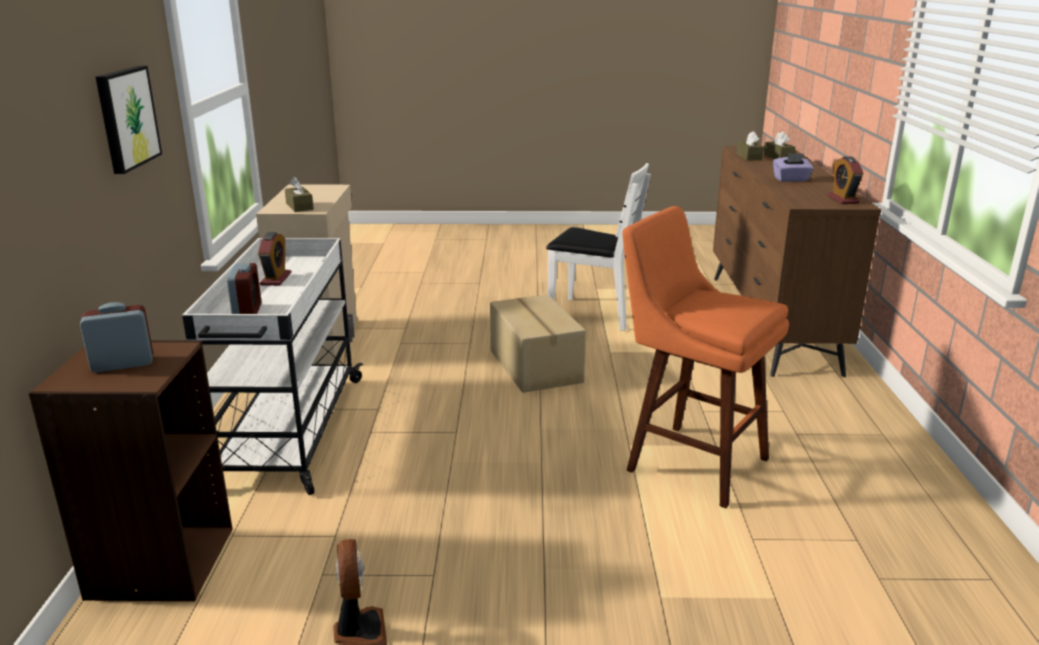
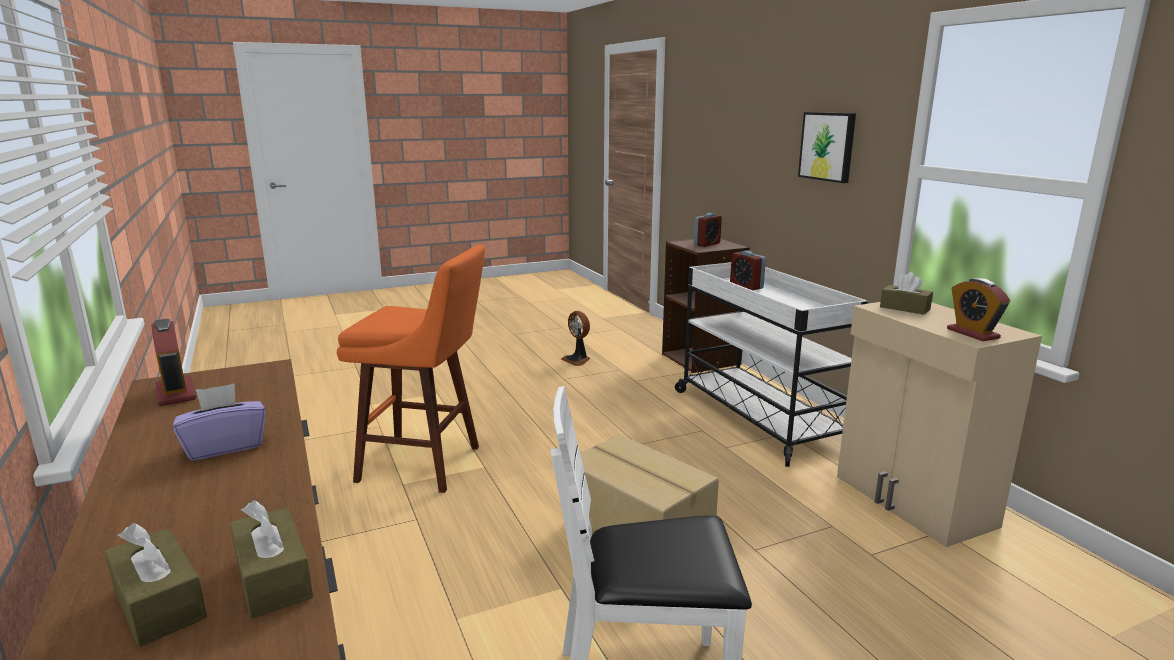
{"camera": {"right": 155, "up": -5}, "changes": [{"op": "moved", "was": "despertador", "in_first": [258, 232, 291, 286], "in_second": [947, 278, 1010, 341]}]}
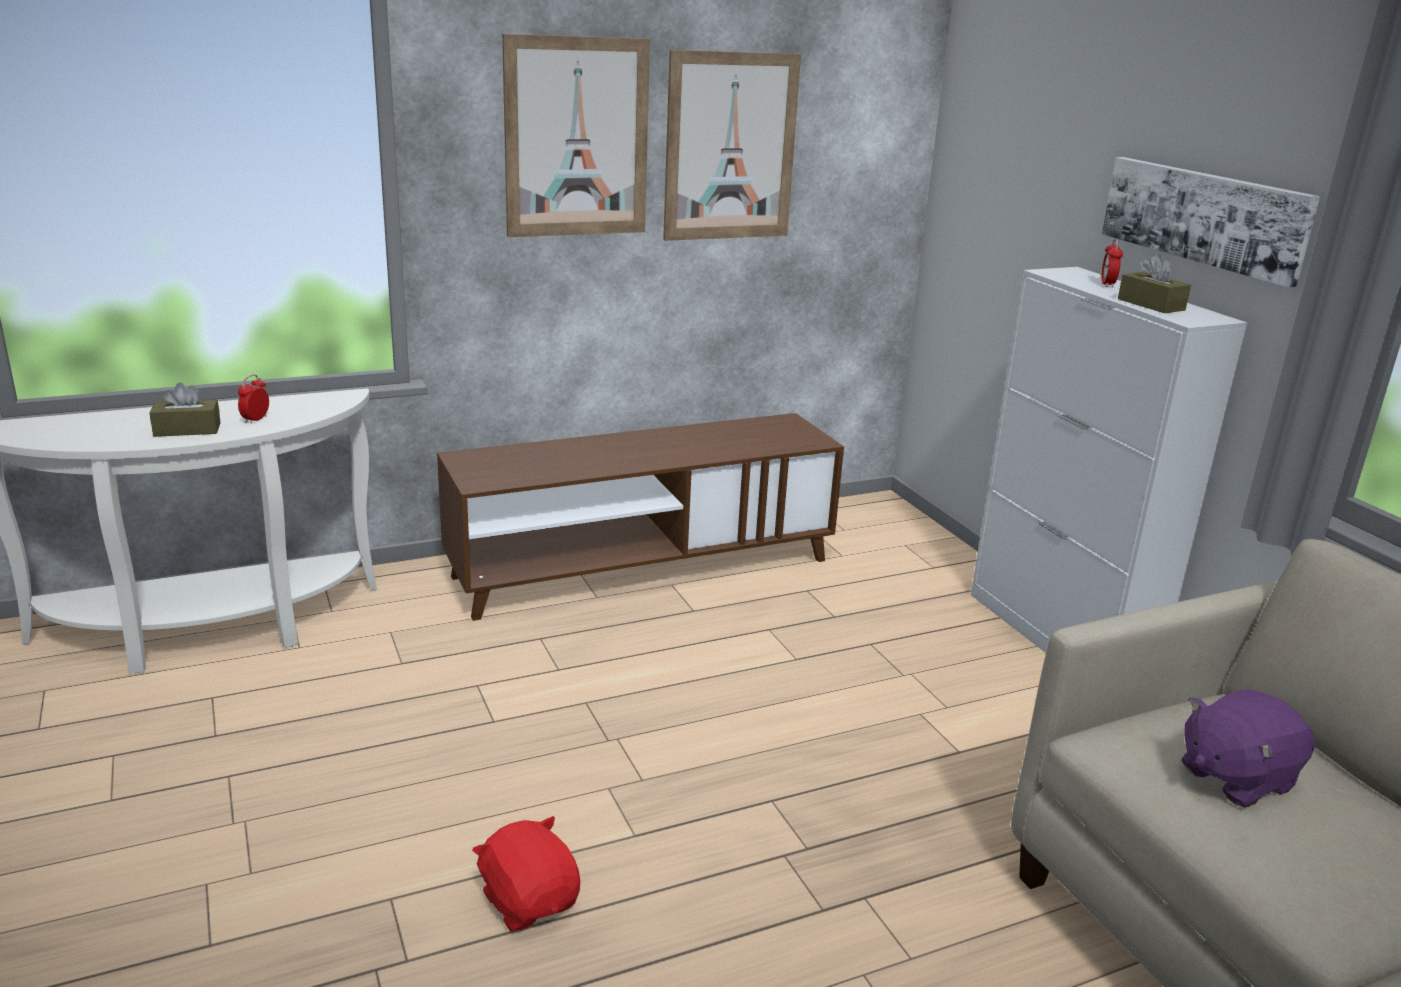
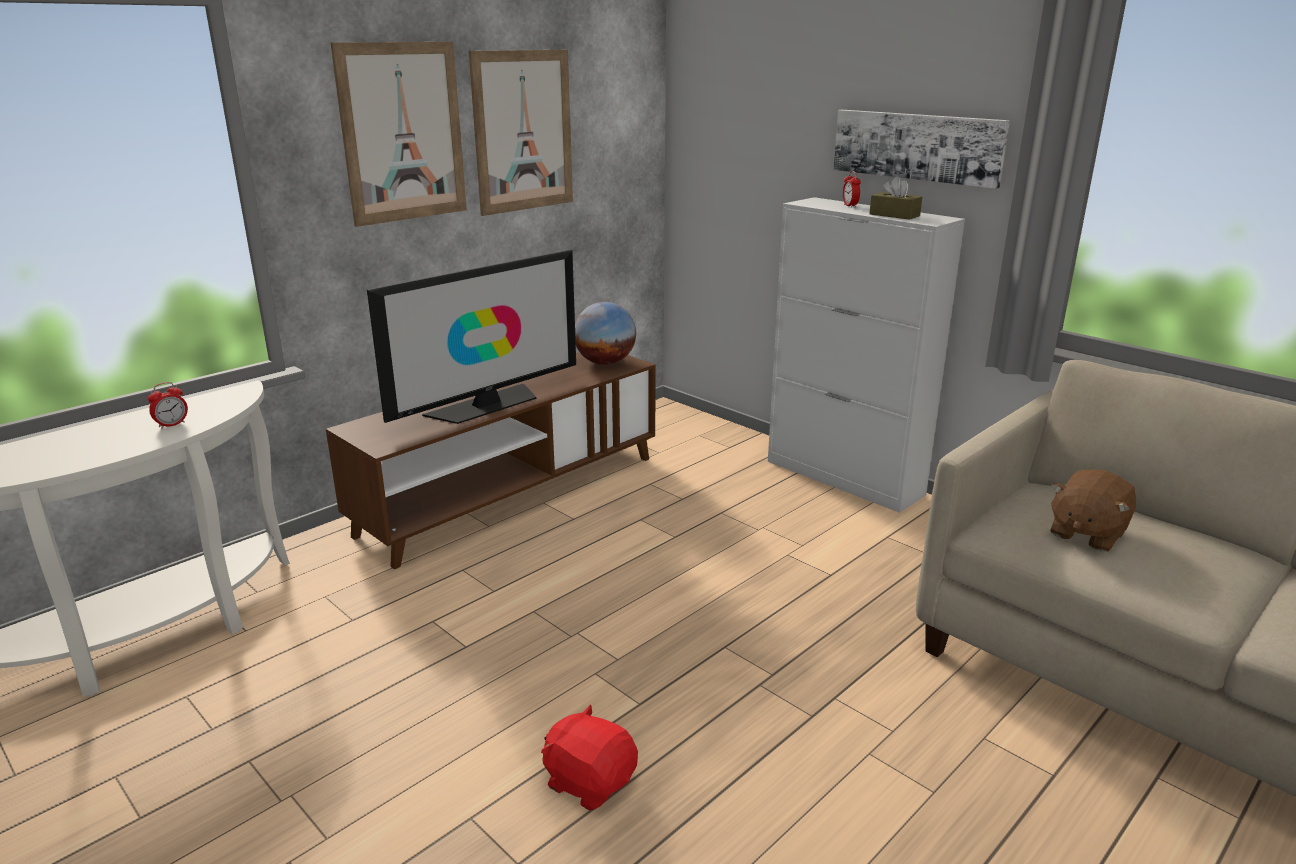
{"camera": {"right": -20, "up": 0}, "changes": [{"op": "turned", "was": "despertador", "in_first": [238, 374, 269, 424], "in_second": [148, 382, 188, 429], "clockwise": -135}, {"op": "added", "now": "televisor", "in_second": [367, 250, 576, 424]}, {"op": "added", "now": "globo terráqueo", "in_second": [575, 302, 636, 365]}, {"op": "recoloured", "was": "peluche (morado)", "now": "peluche (marrón)", "in_first": [1181, 689, 1315, 808], "in_second": [1050, 469, 1136, 552]}, {"op": "removed", "was": "caja de pañuelos (marrón)", "in_first": [149, 382, 221, 437]}]}
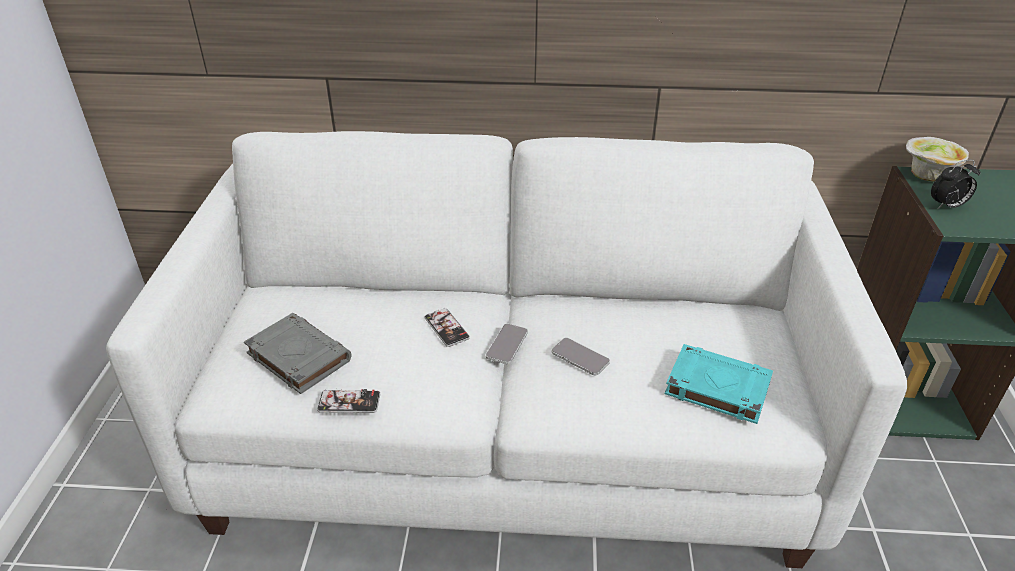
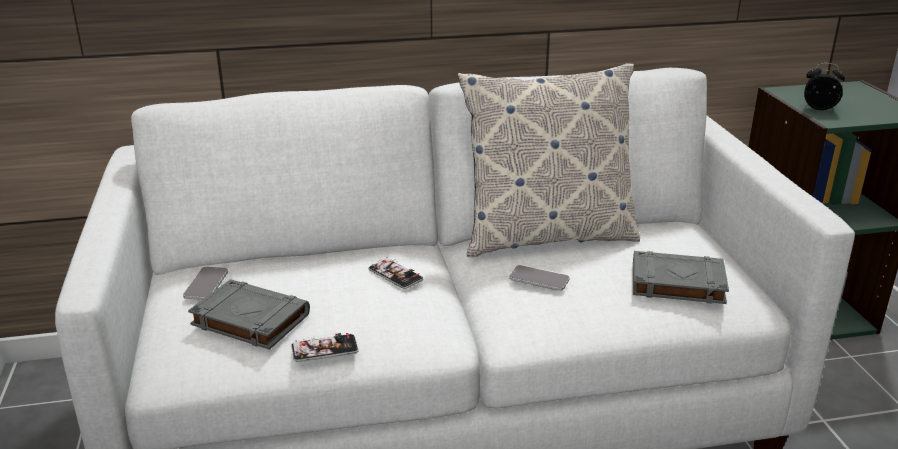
{"camera": {"right": -15, "up": -10}, "changes": [{"op": "moved", "was": "móvil", "in_first": [486, 324, 528, 364], "in_second": [183, 267, 228, 300]}, {"op": "added", "now": "cojín", "in_second": [457, 63, 640, 257]}, {"op": "recoloured", "was": "libro (turquesa)", "now": "libro (gris)", "in_first": [665, 344, 773, 424], "in_second": [633, 251, 729, 304]}, {"op": "turned", "was": "despertador", "in_first": [931, 160, 980, 209], "in_second": [804, 63, 845, 110], "clockwise": -135}, {"op": "removed", "was": "cuenco", "in_first": [906, 137, 969, 181]}]}
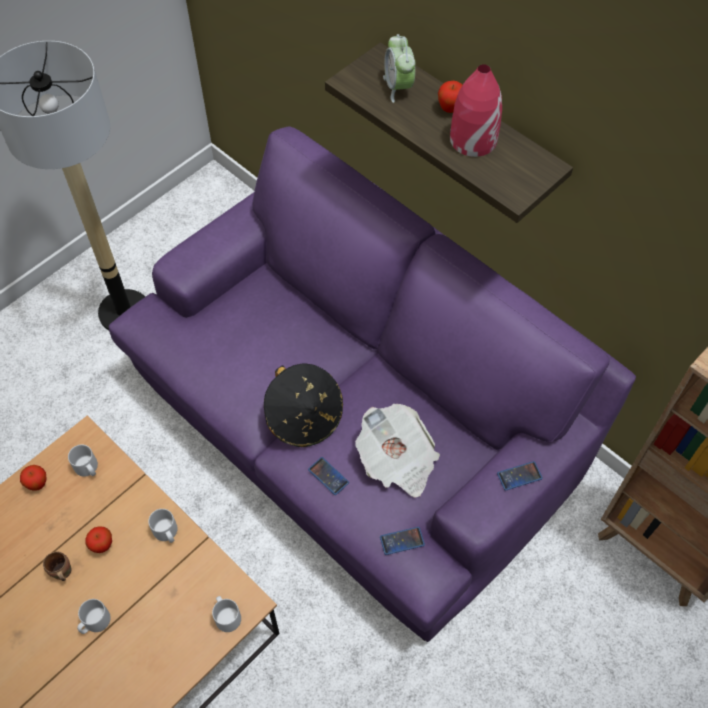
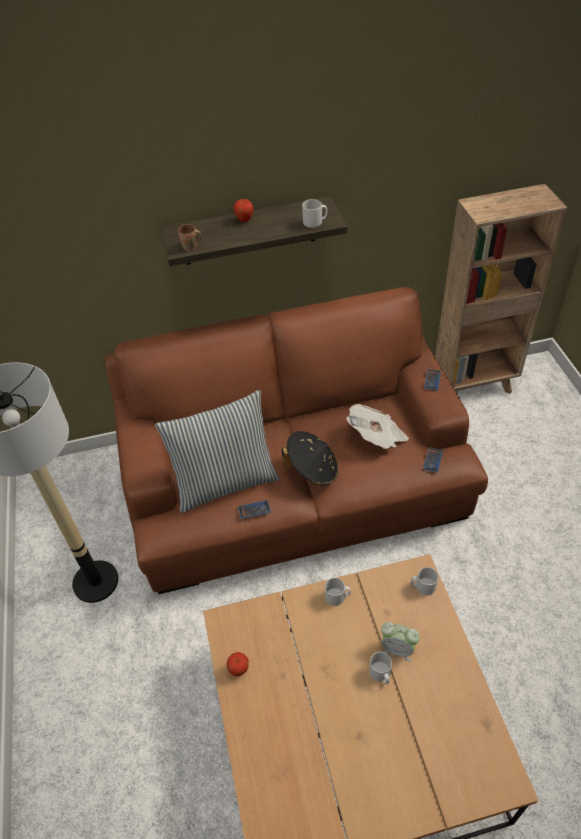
{"camera": {"right": -55, "up": -10}, "changes": [{"op": "recoloured", "was": "sofá (morado)", "now": "sofá (marrón)", "in_first": [109, 126, 636, 642], "in_second": [105, 287, 488, 594]}, {"op": "added", "now": "cojín", "in_second": [155, 390, 280, 513]}, {"op": "moved", "was": "taza grande (marrón)", "in_first": [43, 551, 72, 581], "in_second": [178, 224, 202, 251]}, {"op": "moved", "was": "móvil", "in_first": [308, 457, 349, 495], "in_second": [238, 500, 271, 519]}, {"op": "moved", "was": "taza grande (gris)", "in_first": [68, 445, 98, 477], "in_second": [302, 199, 327, 228]}, {"op": "moved", "was": "despertador", "in_first": [383, 34, 416, 103], "in_second": [381, 622, 420, 662]}, {"op": "removed", "was": "manzana", "in_first": [85, 526, 112, 553]}, {"op": "removed", "was": "florero (rojo)", "in_first": [450, 64, 502, 157]}]}
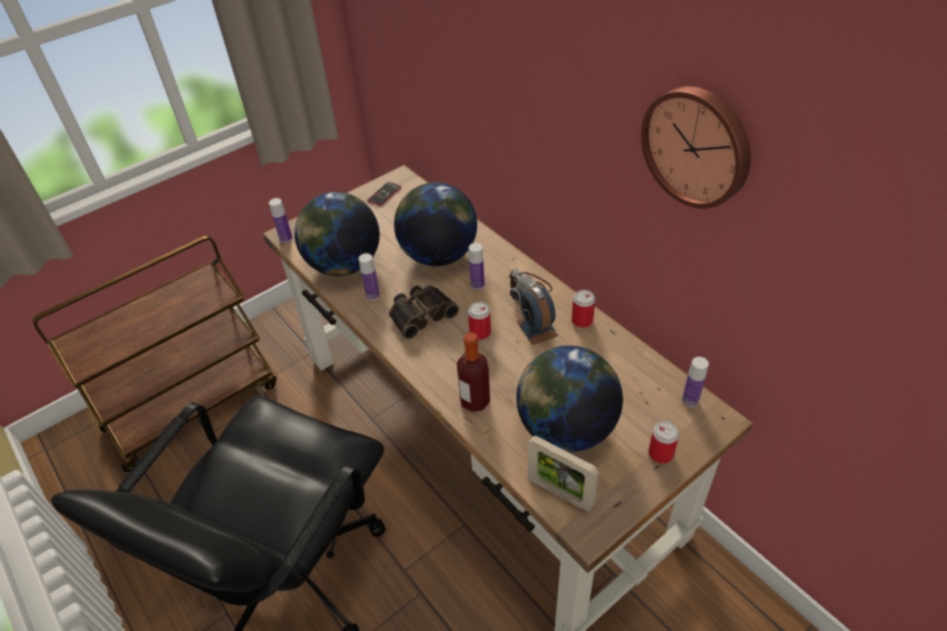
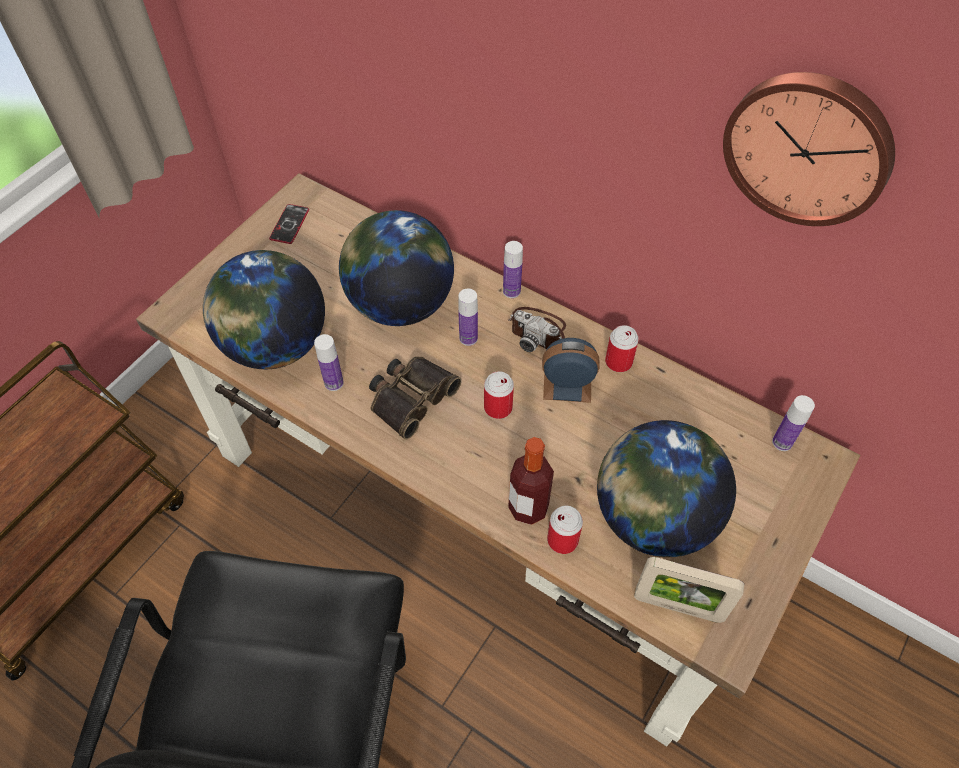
{"camera": {"right": -20, "up": 10}, "changes": [{"op": "moved", "was": "botella", "in_first": [269, 198, 292, 243], "in_second": [503, 241, 523, 298]}, {"op": "turned", "was": "despertador", "in_first": [517, 287, 558, 345], "in_second": [542, 338, 599, 403], "clockwise": 135}, {"op": "moved", "was": "lata", "in_first": [648, 421, 679, 463], "in_second": [547, 506, 583, 554]}]}
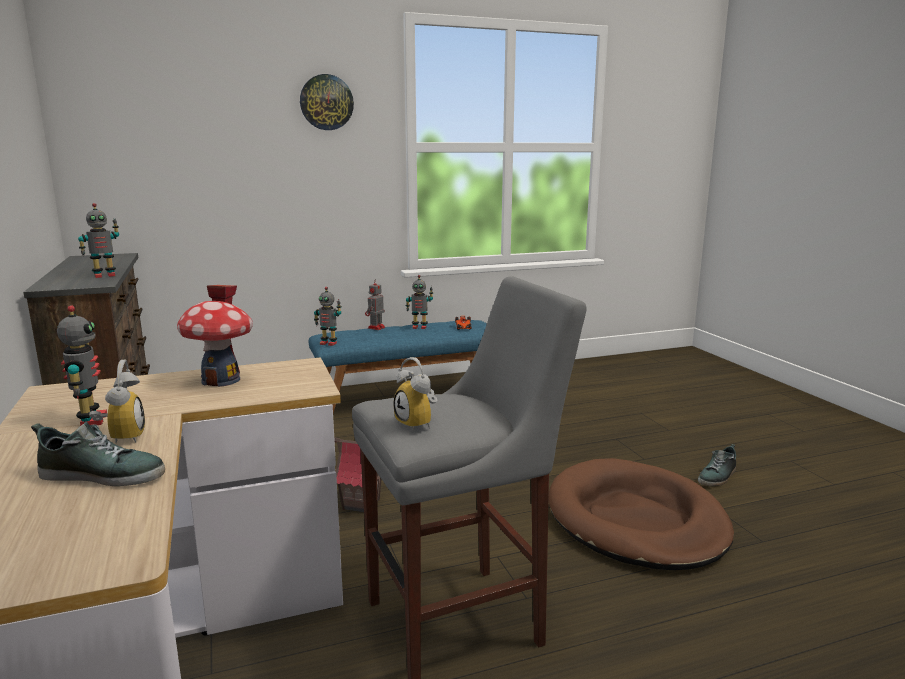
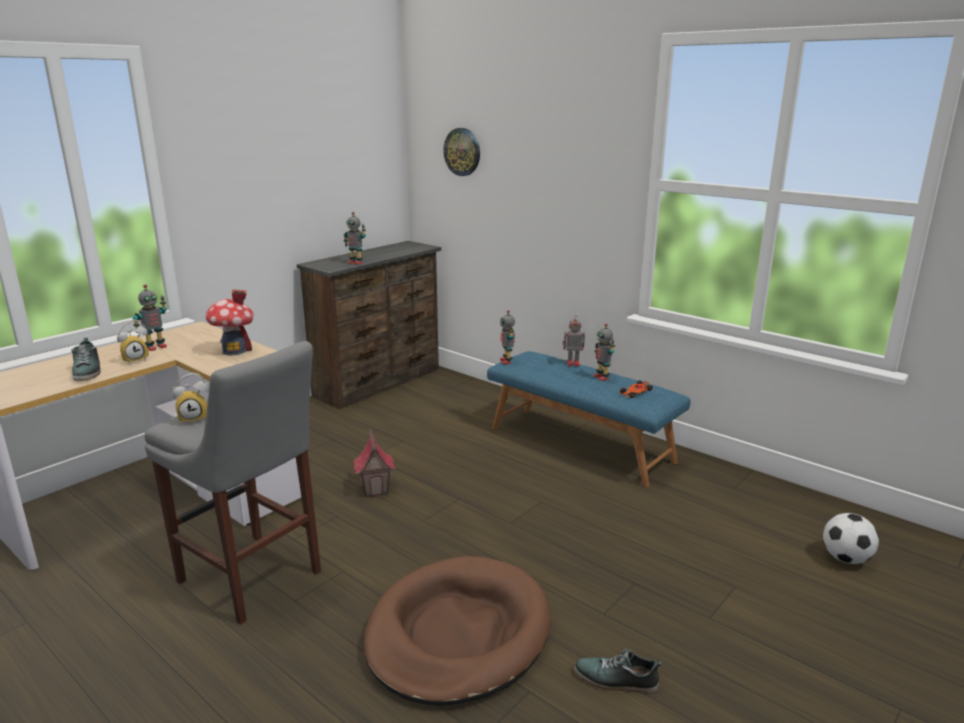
{"camera": {"right": 60, "up": 5}, "changes": [{"op": "turned", "was": "despertador", "in_first": [394, 357, 437, 432], "in_second": [172, 373, 209, 424], "clockwise": -135}, {"op": "moved", "was": "reloj de pared", "in_first": [300, 74, 354, 130], "in_second": [443, 128, 480, 176]}, {"op": "added", "now": "balón de fútbol", "in_second": [823, 513, 879, 564]}]}
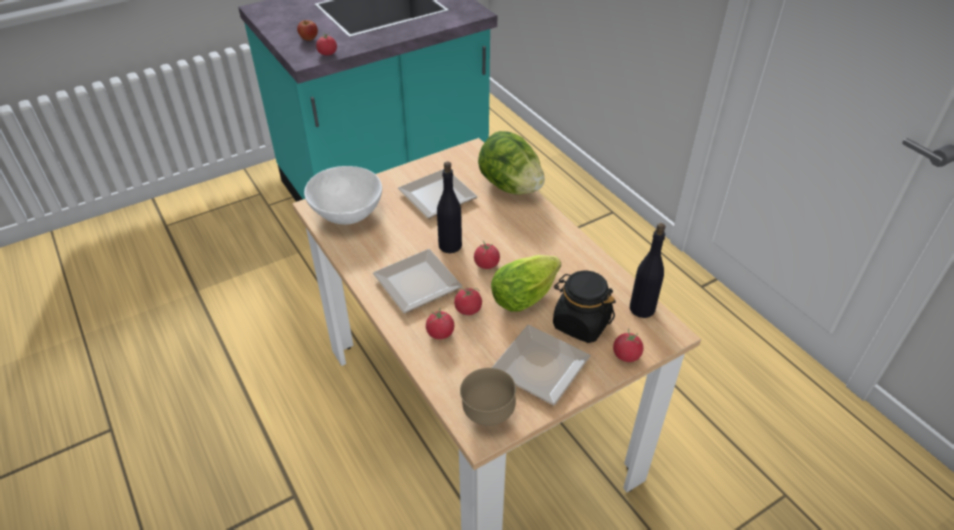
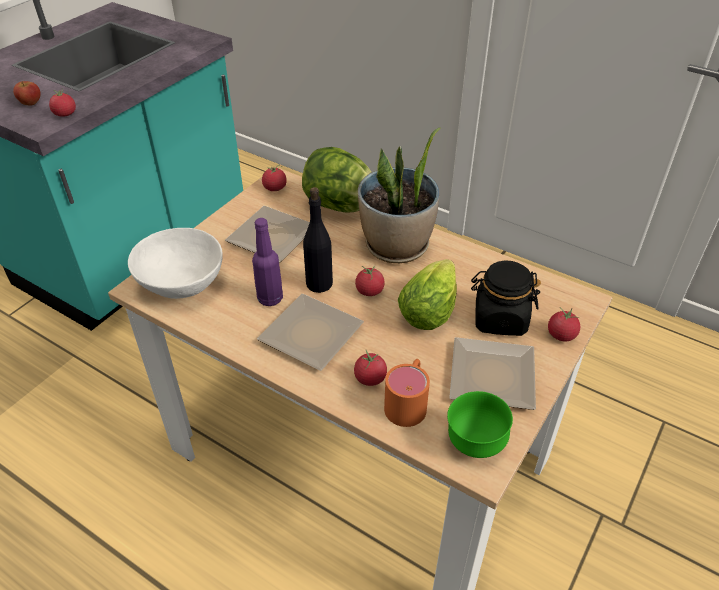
{"camera": {"right": -25, "up": 0}, "changes": [{"op": "added", "now": "botella (morado)", "in_second": [252, 218, 283, 306]}, {"op": "moved", "was": "tomate", "in_first": [454, 288, 482, 315], "in_second": [262, 165, 287, 191]}, {"op": "added", "now": "planta en maceta", "in_second": [358, 128, 441, 263]}, {"op": "added", "now": "taza grande (naranja)", "in_second": [384, 359, 430, 427]}, {"op": "recoloured", "was": "cuenco (marrón)", "now": "cuenco (verde)", "in_first": [460, 368, 516, 426], "in_second": [447, 391, 513, 458]}, {"op": "removed", "was": "botella (negro)", "in_first": [630, 223, 666, 318]}]}
